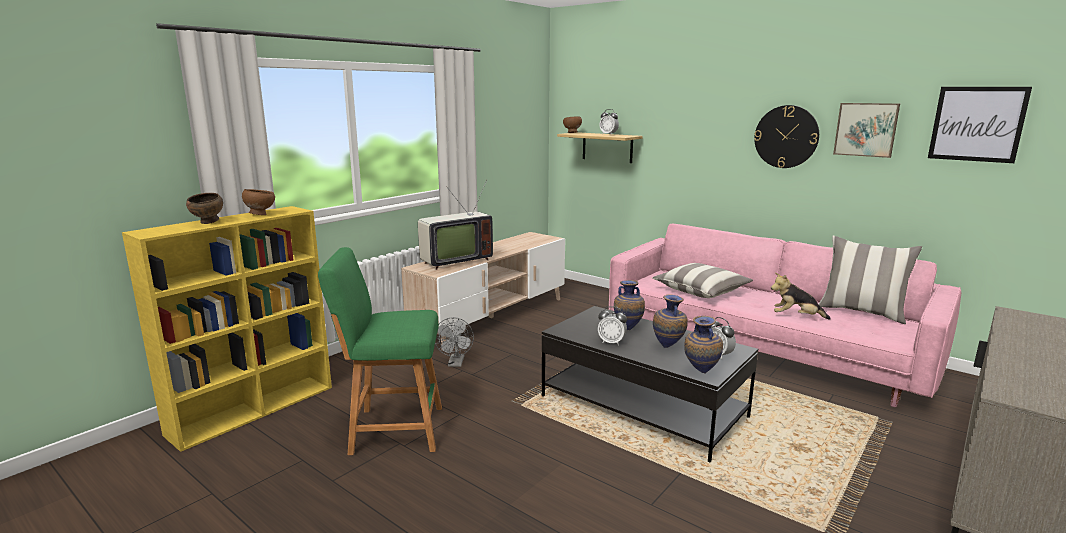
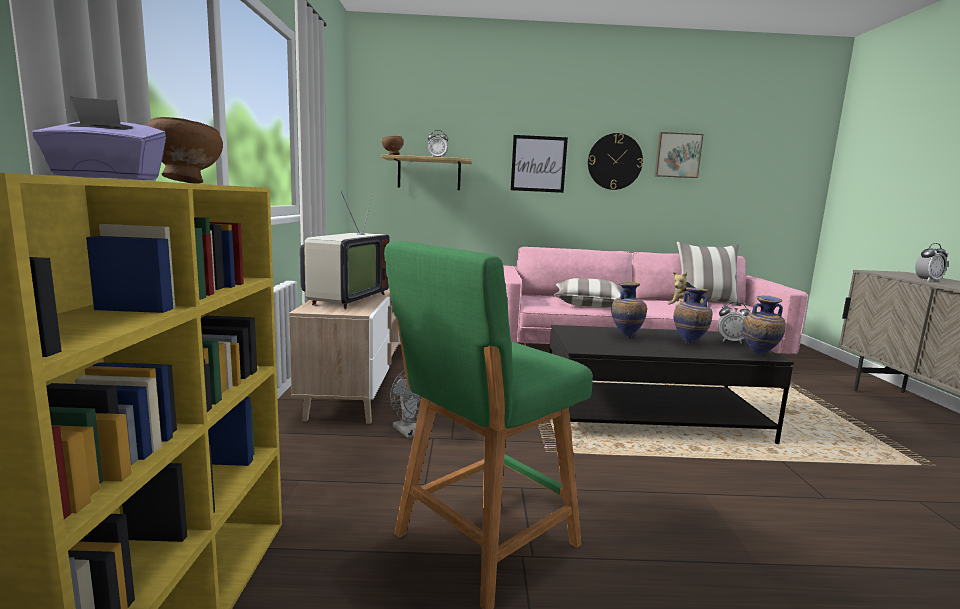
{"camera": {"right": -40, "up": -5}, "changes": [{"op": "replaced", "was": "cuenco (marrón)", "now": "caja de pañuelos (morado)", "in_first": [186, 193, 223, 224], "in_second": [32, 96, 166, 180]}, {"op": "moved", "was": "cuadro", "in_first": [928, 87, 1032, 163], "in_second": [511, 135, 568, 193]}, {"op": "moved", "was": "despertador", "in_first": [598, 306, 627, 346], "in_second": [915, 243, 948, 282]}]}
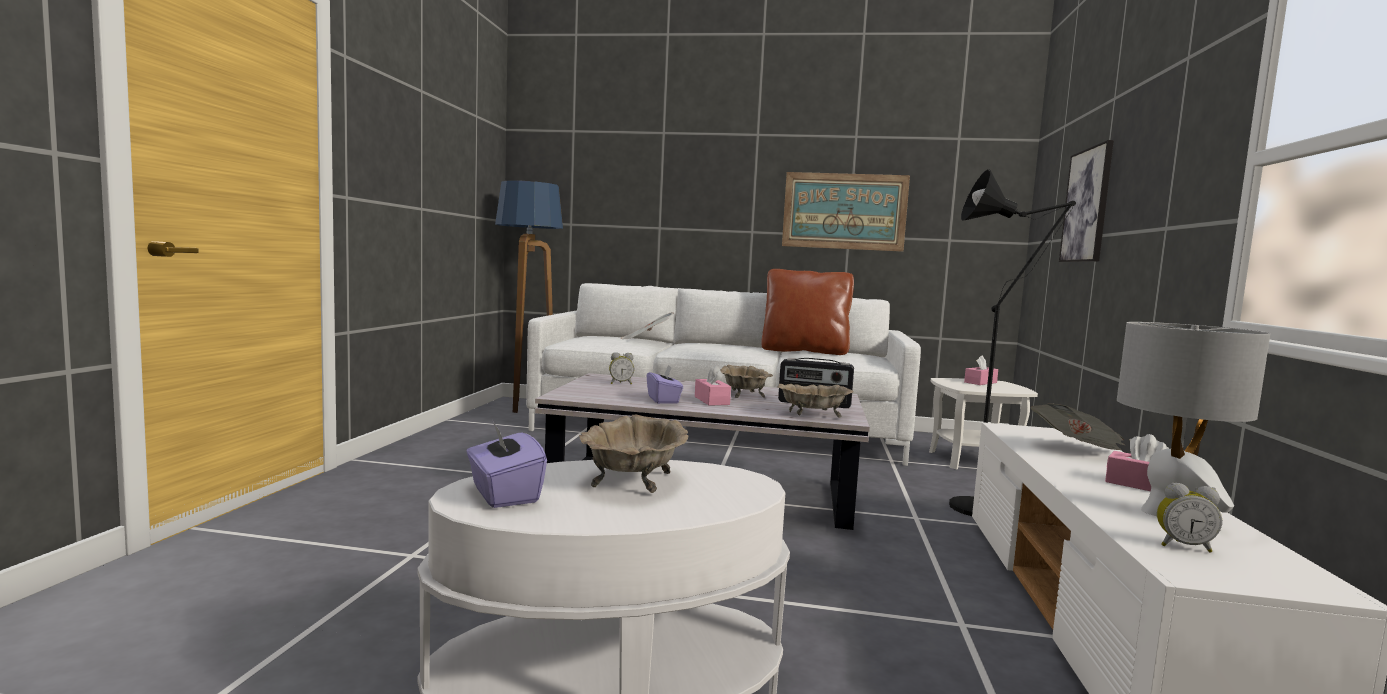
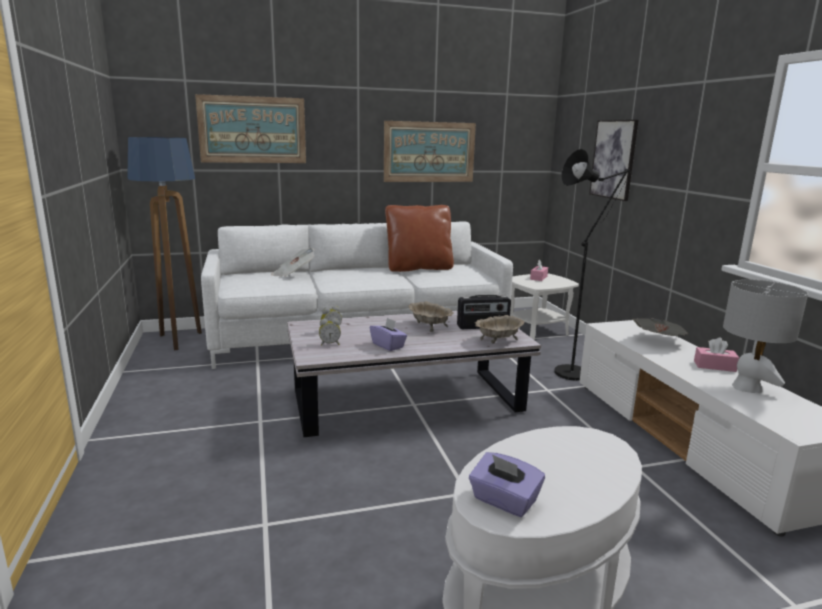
{"camera": {"right": -25, "up": 10}, "changes": [{"op": "added", "now": "cuadro", "in_second": [195, 94, 306, 163]}, {"op": "moved", "was": "despertador", "in_first": [1157, 483, 1222, 552], "in_second": [319, 318, 341, 346]}, {"op": "removed", "was": "cuenco (beis)", "in_first": [579, 415, 688, 493]}, {"op": "removed", "was": "caja de pañuelos (rosa)", "in_first": [695, 365, 731, 406]}]}
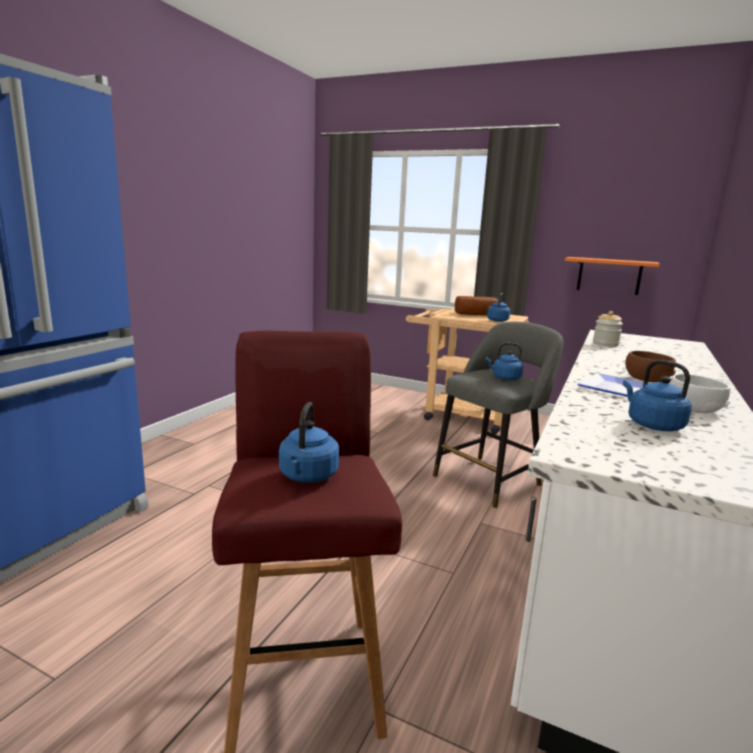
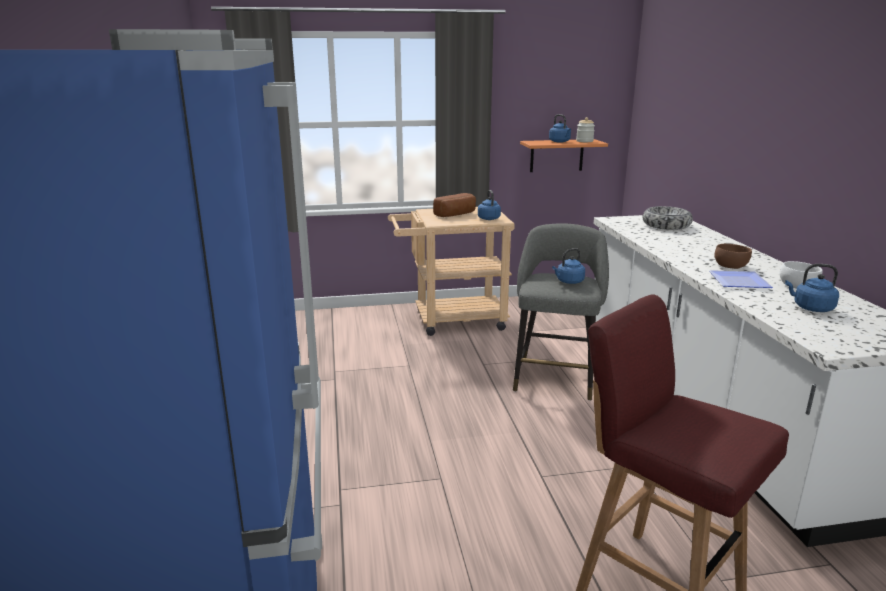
{"camera": {"right": -35, "up": 5}, "changes": [{"op": "moved", "was": "hervidor (azul)", "in_first": [279, 402, 339, 483], "in_second": [549, 114, 571, 142]}, {"op": "moved", "was": "tarro", "in_first": [593, 311, 623, 347], "in_second": [576, 117, 595, 142]}, {"op": "added", "now": "cuenco", "in_second": [643, 206, 693, 230]}]}
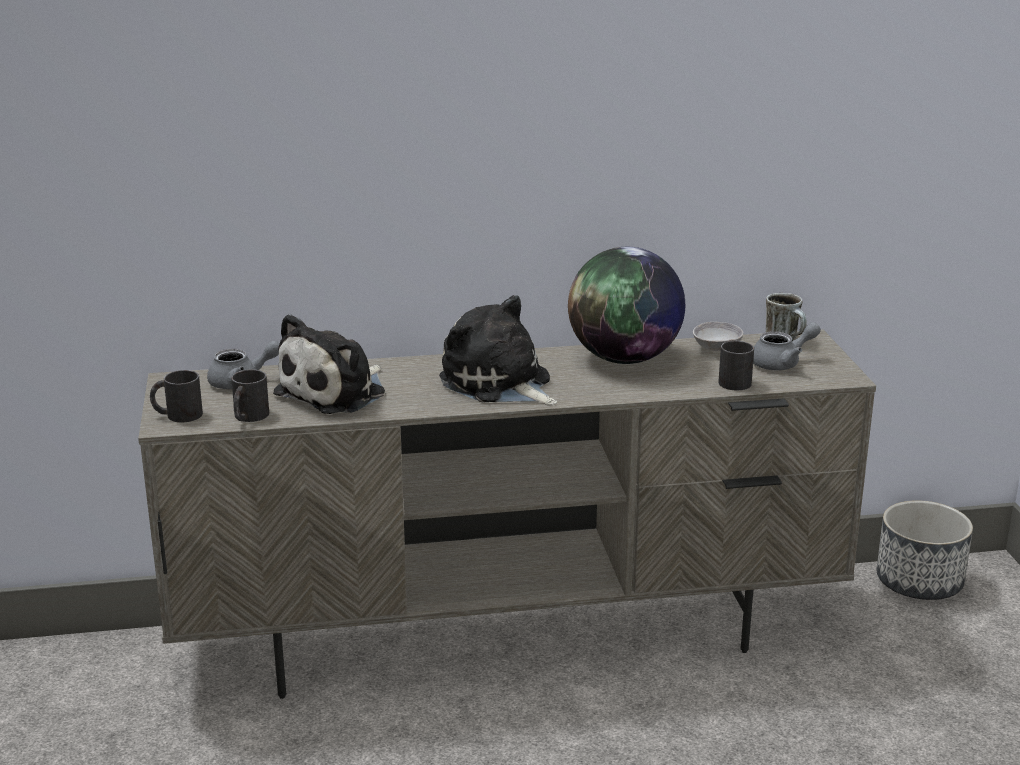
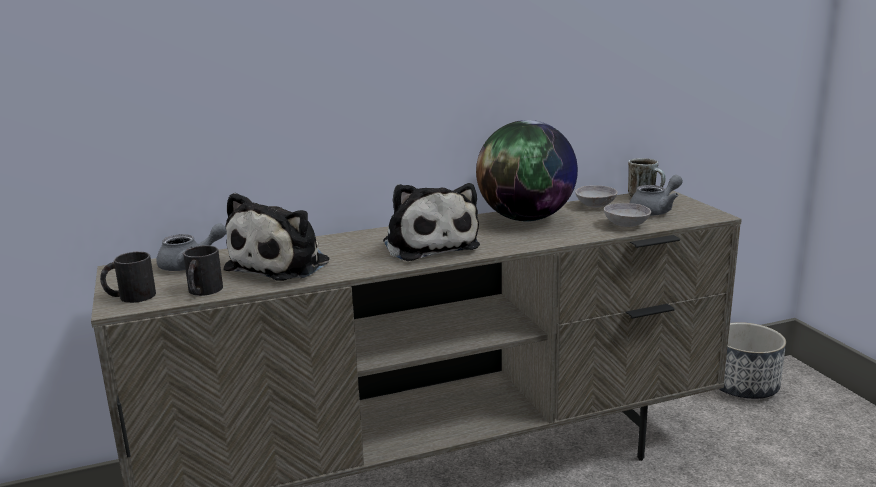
{"camera": {"right": -10, "up": -5}, "changes": [{"op": "turned", "was": "peluche", "in_first": [439, 295, 557, 405], "in_second": [383, 183, 480, 261], "clockwise": -150}, {"op": "replaced", "was": "taza grande (negro)", "now": "cuenco (gris)", "in_first": [718, 341, 754, 390], "in_second": [604, 203, 651, 227]}]}
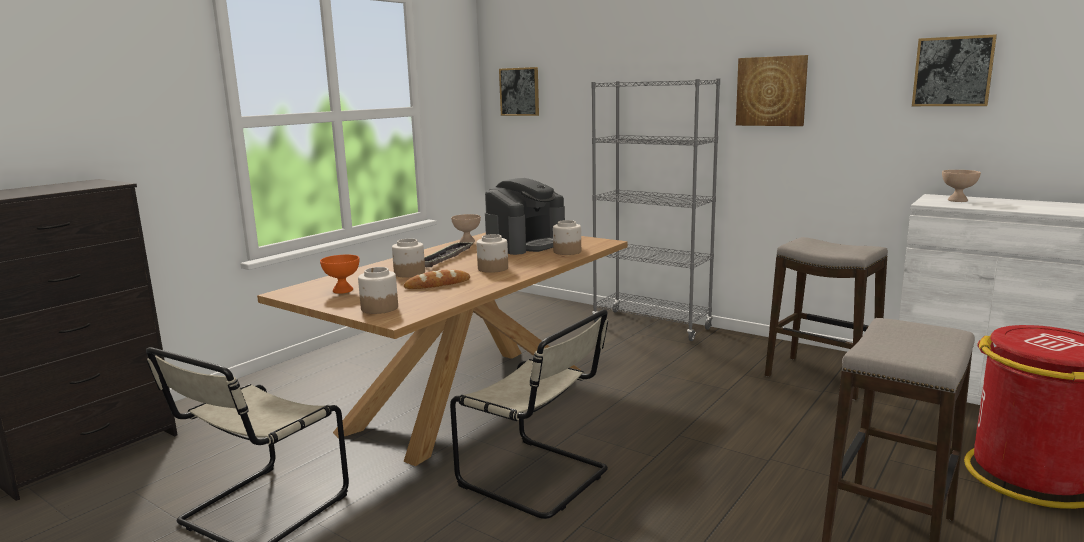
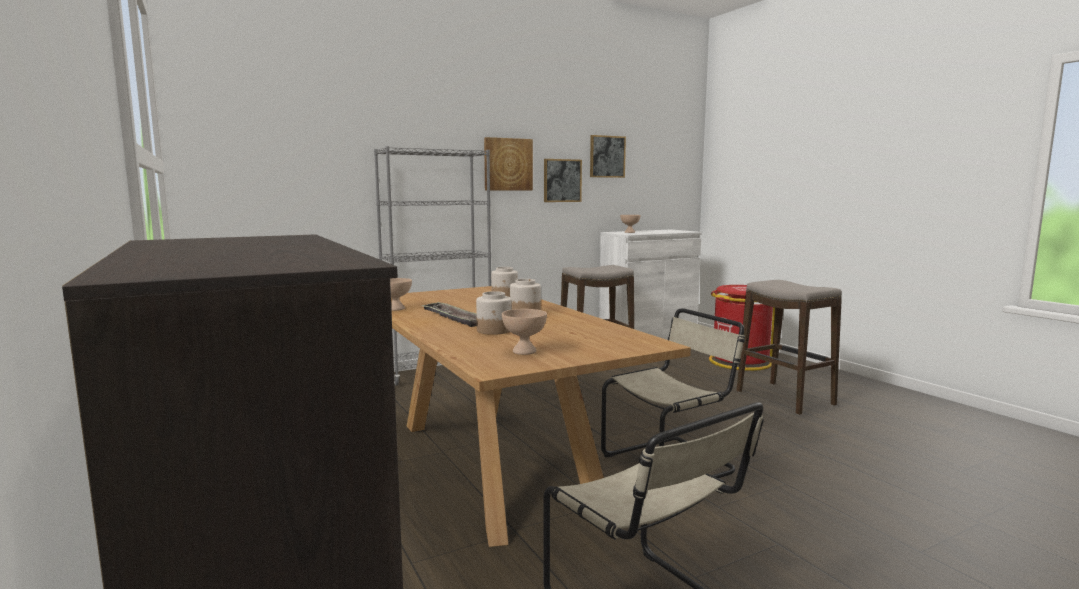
{"camera": {"right": -65, "up": -5}, "changes": [{"op": "recoloured", "was": "cuenco (naranja)", "now": "cuenco (beis)", "in_first": [320, 254, 359, 294], "in_second": [502, 309, 547, 355]}, {"op": "moved", "was": "cuadro", "in_first": [499, 67, 539, 116], "in_second": [544, 159, 582, 202]}, {"op": "removed", "was": "tarro", "in_first": [358, 267, 398, 314]}, {"op": "removed", "was": "pan", "in_first": [404, 270, 470, 289]}, {"op": "removed", "was": "cafetera", "in_first": [485, 178, 565, 255]}]}
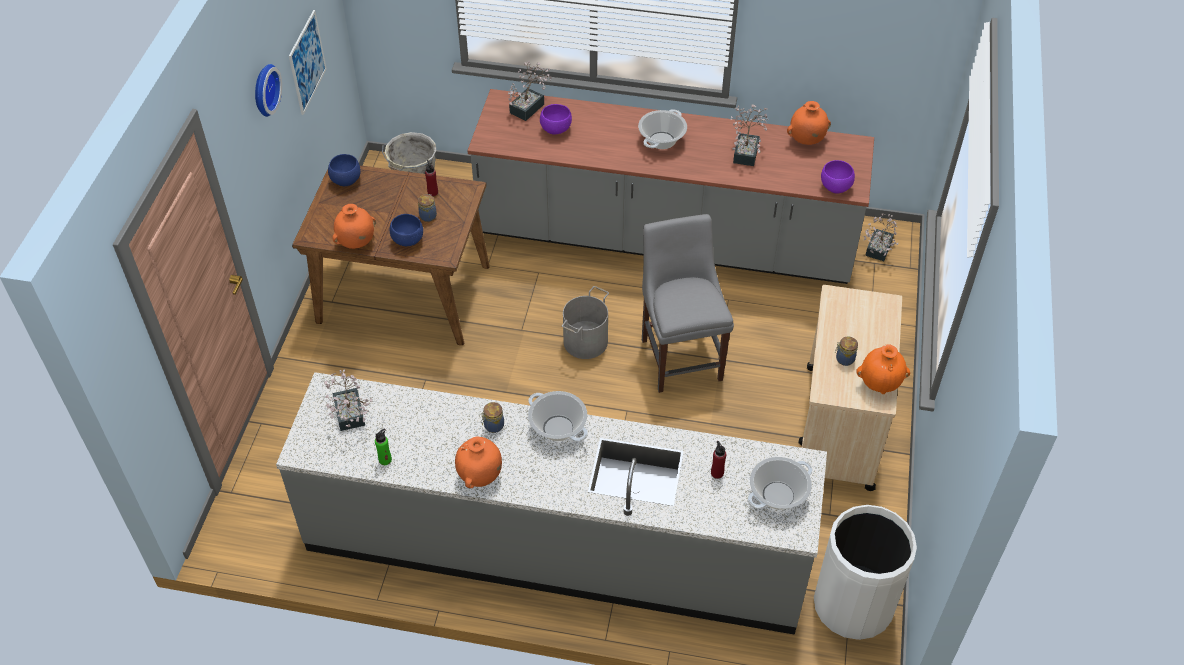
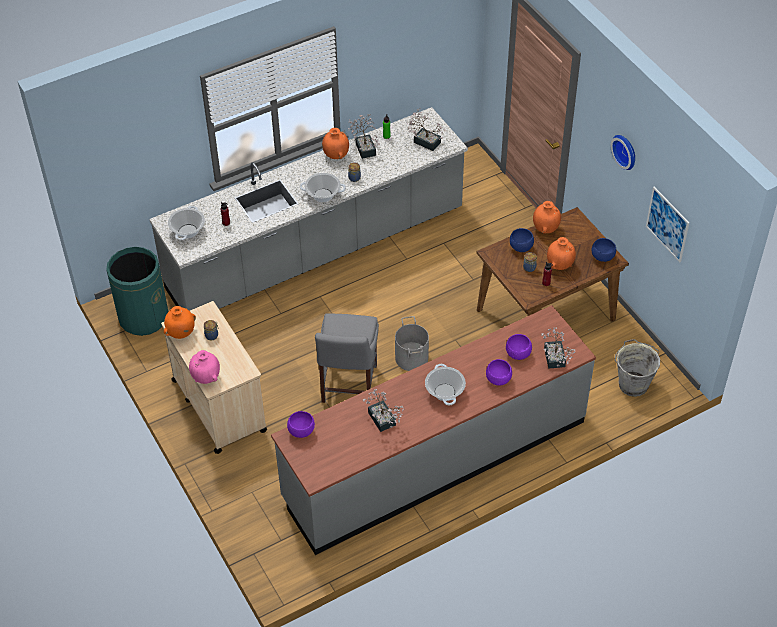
{"camera": {"right": 140, "up": 0}, "changes": [{"op": "recoloured", "was": "papelera (blanco)", "now": "papelera (verde)", "in_first": [814, 505, 917, 640], "in_second": [106, 247, 168, 336]}, {"op": "added", "now": "florero (rosa)", "in_second": [189, 350, 220, 384]}, {"op": "turned", "was": "silla (gris)", "in_first": [642, 214, 734, 393], "in_second": [315, 313, 379, 403], "clockwise": 60}, {"op": "moved", "was": "planta en maceta", "in_first": [864, 214, 898, 261], "in_second": [348, 114, 380, 159]}, {"op": "added", "now": "cuenco (morado)", "in_second": [486, 359, 512, 386]}, {"op": "moved", "was": "florero (naranja)", "in_first": [787, 101, 831, 145], "in_second": [547, 237, 576, 270]}]}
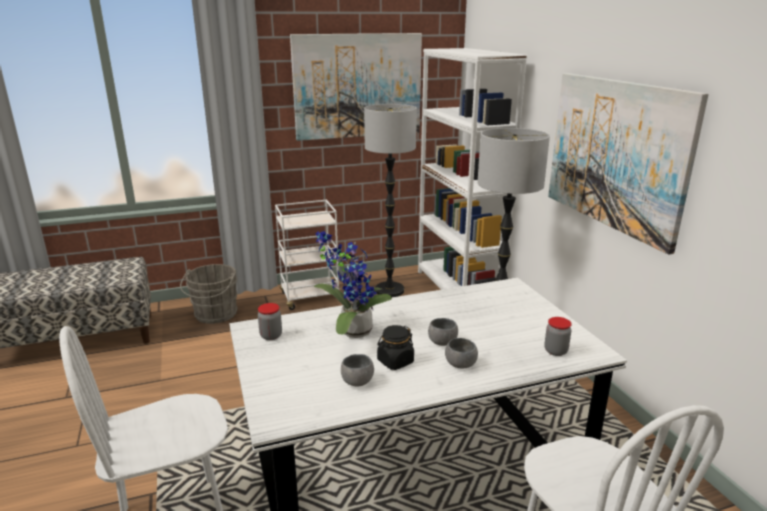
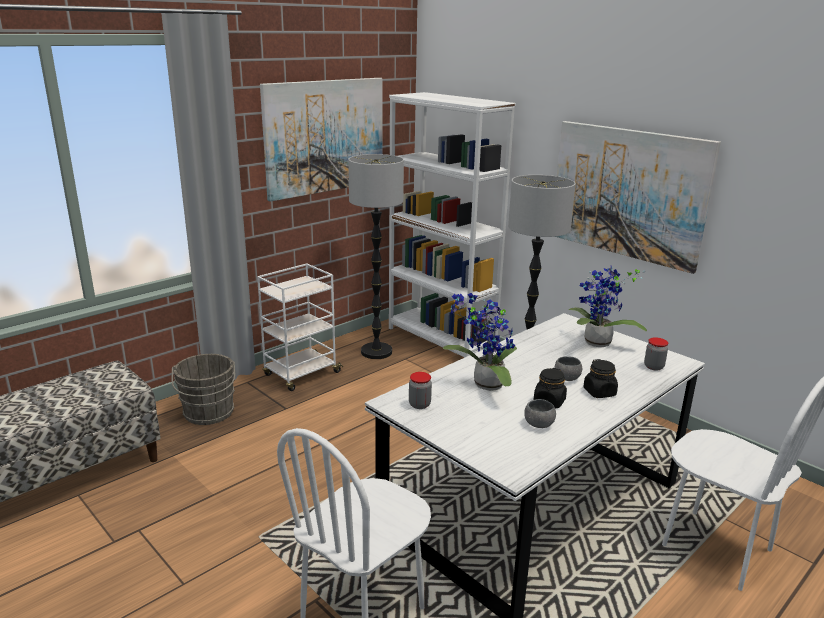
{"camera": {"right": -25, "up": 0}, "changes": [{"op": "added", "now": "planta en maceta", "in_second": [568, 267, 647, 347]}, {"op": "replaced", "was": "cuenco (gris)", "now": "tarro (negro)", "in_first": [445, 338, 478, 368], "in_second": [583, 359, 618, 398]}]}
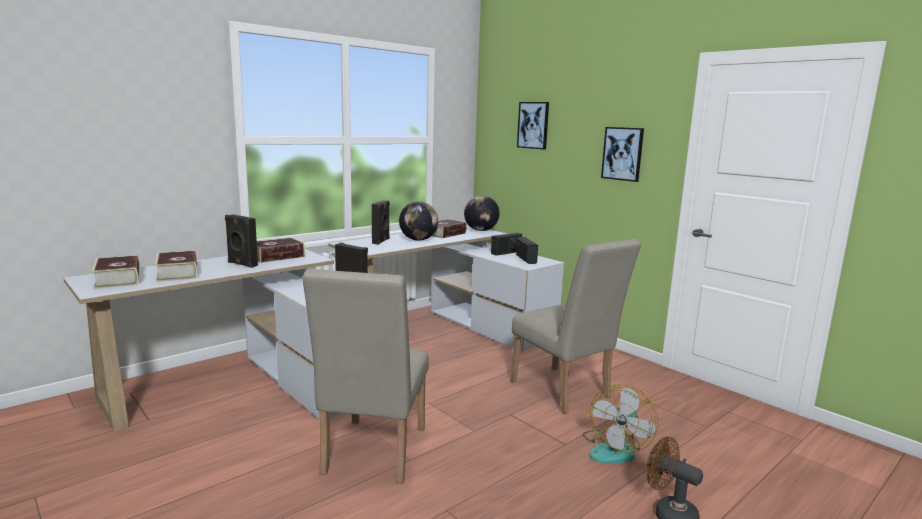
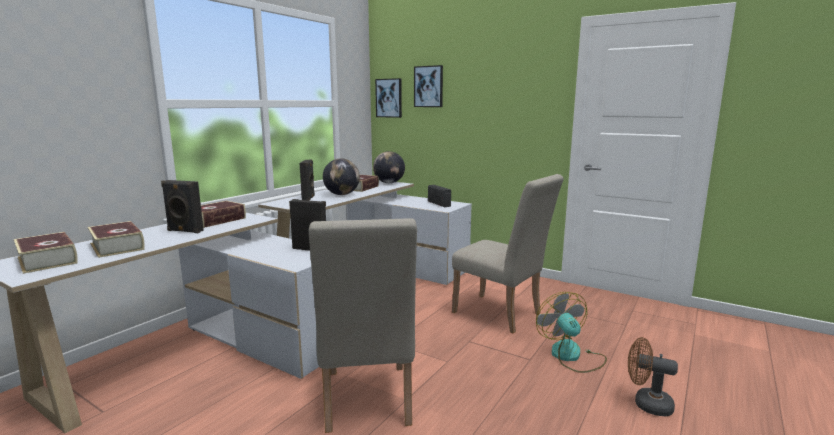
{"camera": {"right": -15, "up": 0}, "changes": [{"op": "moved", "was": "cuadro", "in_first": [601, 127, 644, 182], "in_second": [375, 78, 402, 118]}, {"op": "turned", "was": "ventilador", "in_first": [583, 384, 658, 464], "in_second": [536, 292, 607, 373], "clockwise": 150}, {"op": "removed", "was": "radio", "in_first": [491, 233, 522, 256]}]}
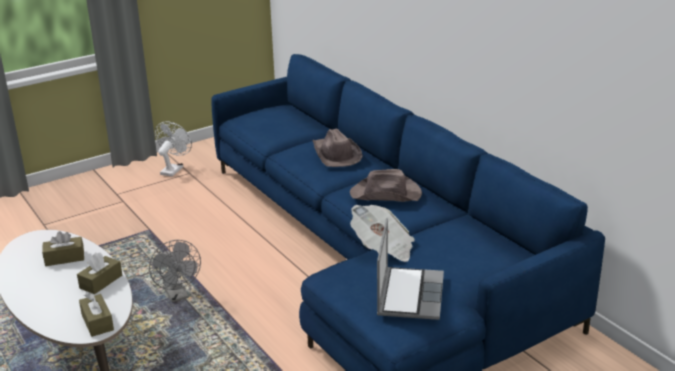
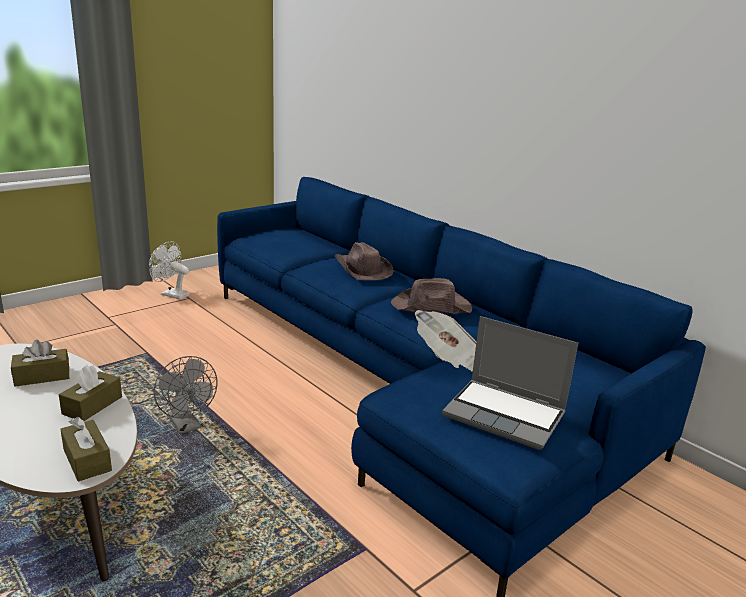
{"camera": {"right": -10, "up": -5}, "changes": [{"op": "turned", "was": "ventilador (blanco)", "in_first": [155, 121, 192, 177], "in_second": [149, 241, 190, 300], "clockwise": -75}, {"op": "turned", "was": "portátil", "in_first": [377, 218, 444, 320], "in_second": [442, 316, 578, 450], "clockwise": 120}]}
